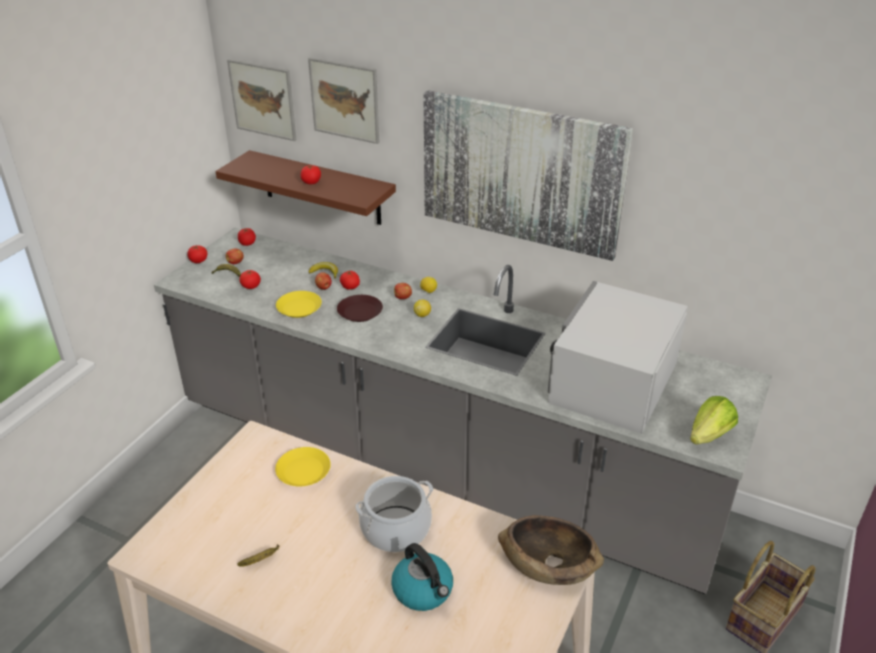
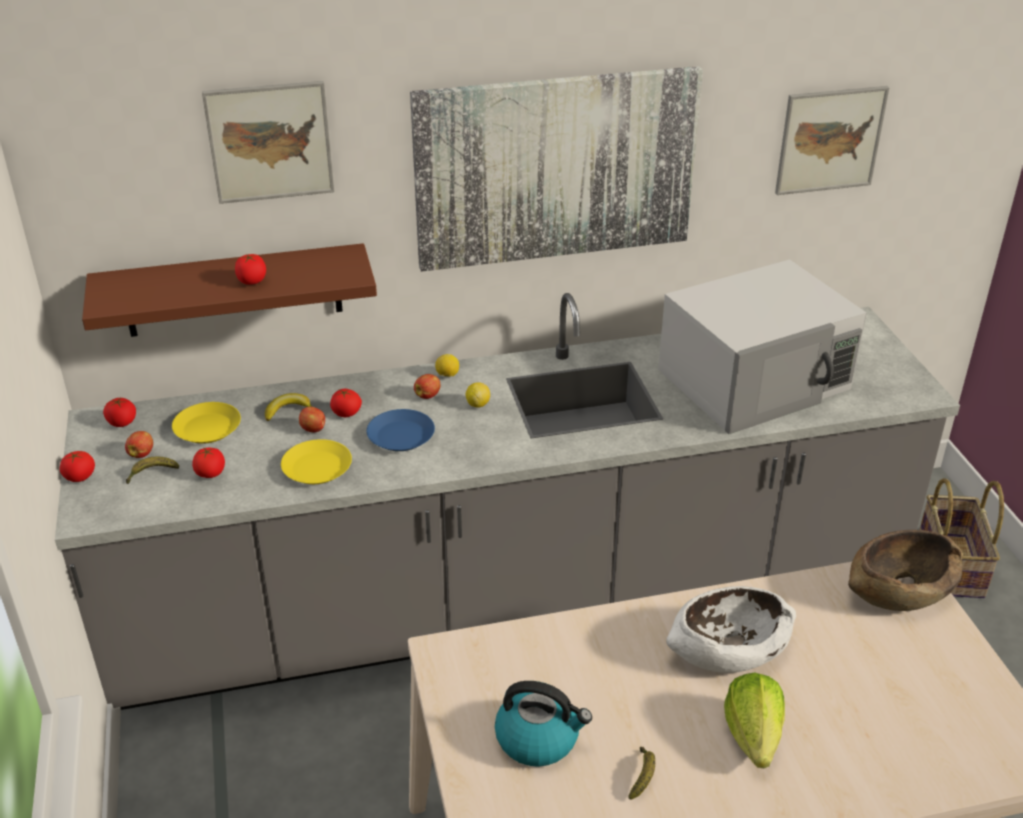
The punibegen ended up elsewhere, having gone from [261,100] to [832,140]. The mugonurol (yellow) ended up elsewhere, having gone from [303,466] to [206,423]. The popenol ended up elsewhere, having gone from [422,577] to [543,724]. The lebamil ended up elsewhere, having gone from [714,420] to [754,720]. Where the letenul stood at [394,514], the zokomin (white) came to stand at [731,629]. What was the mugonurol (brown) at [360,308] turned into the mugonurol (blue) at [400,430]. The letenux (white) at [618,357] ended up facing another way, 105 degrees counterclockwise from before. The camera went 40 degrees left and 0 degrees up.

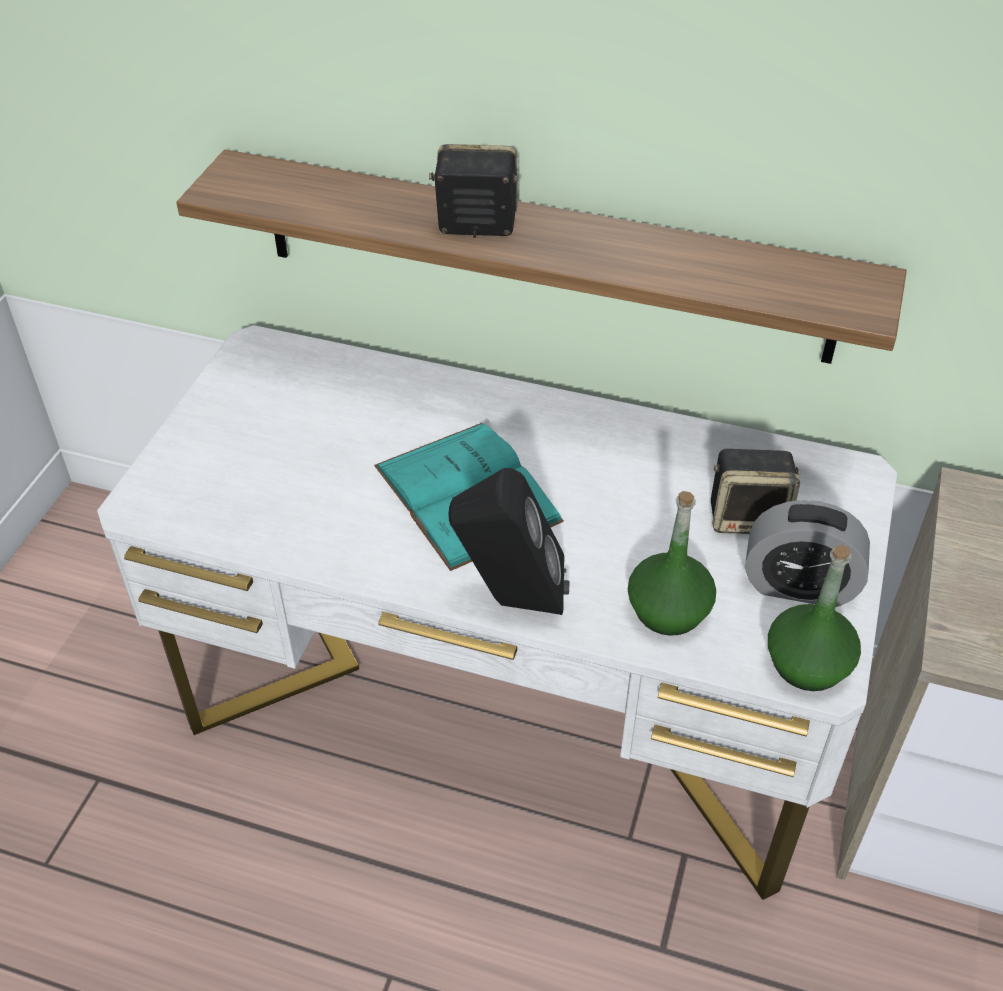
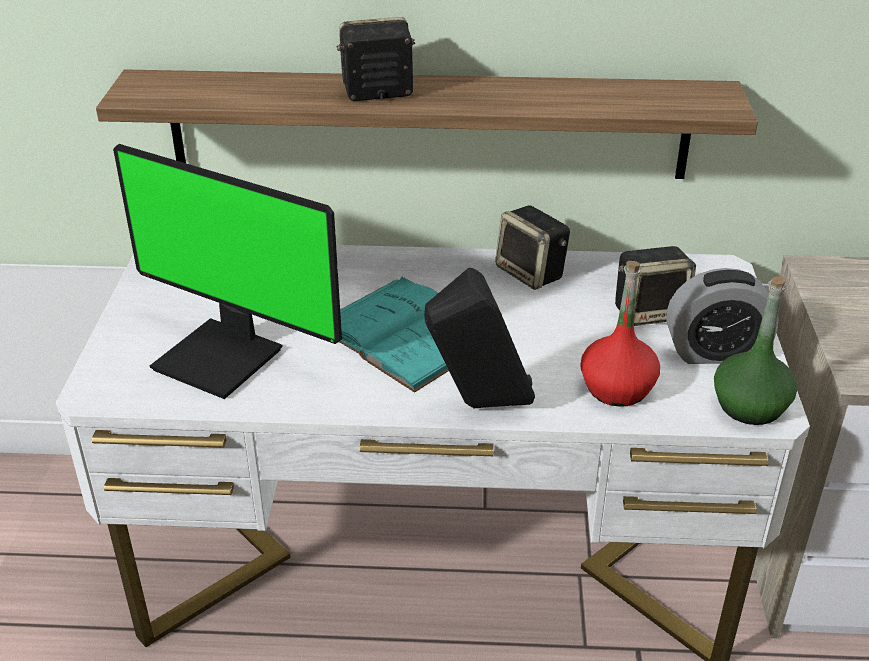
The second view gained the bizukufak at [227,271]. The second view gained the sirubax at [532,247]. What was the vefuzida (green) at [672,563] turned into the vefuzida (red) at [620,334]. The camera went 15 degrees left and 10 degrees down.

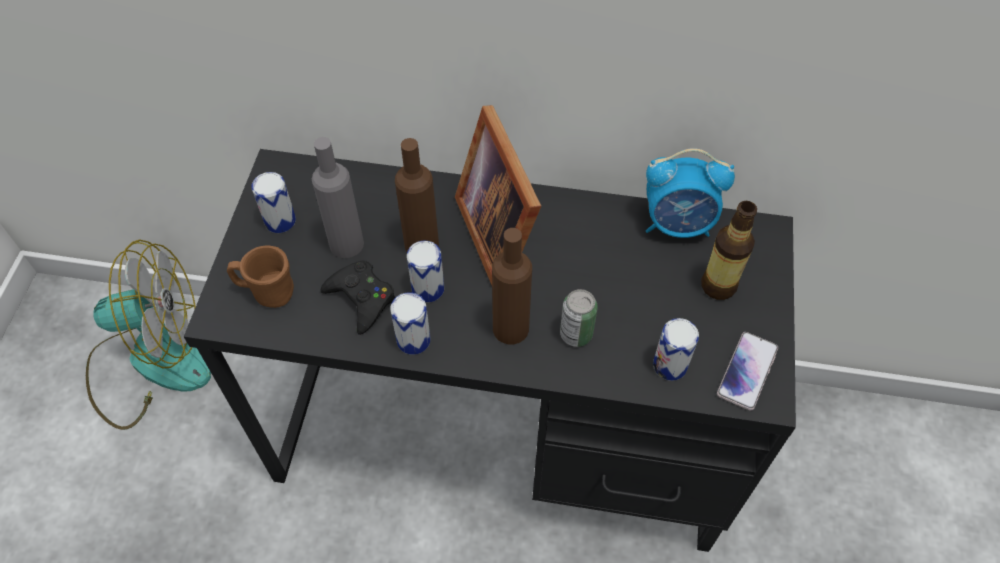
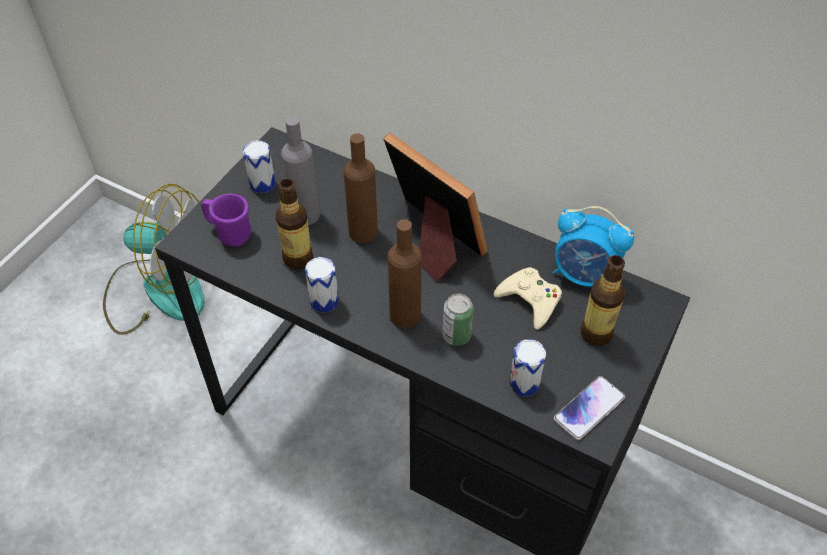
The second view lost the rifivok at [425,271]. The second view gained the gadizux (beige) at [528,298]. Where the gadizux (black) stood at [358,297], the vefuzida came to stand at [294,224]. What was the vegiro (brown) at [260,276] turned into the vegiro (purple) at [226,220]. The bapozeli at [498,195] ended up facing another way, 135 degrees clockwise from before. The camera went 20 degrees right and 5 degrees down.

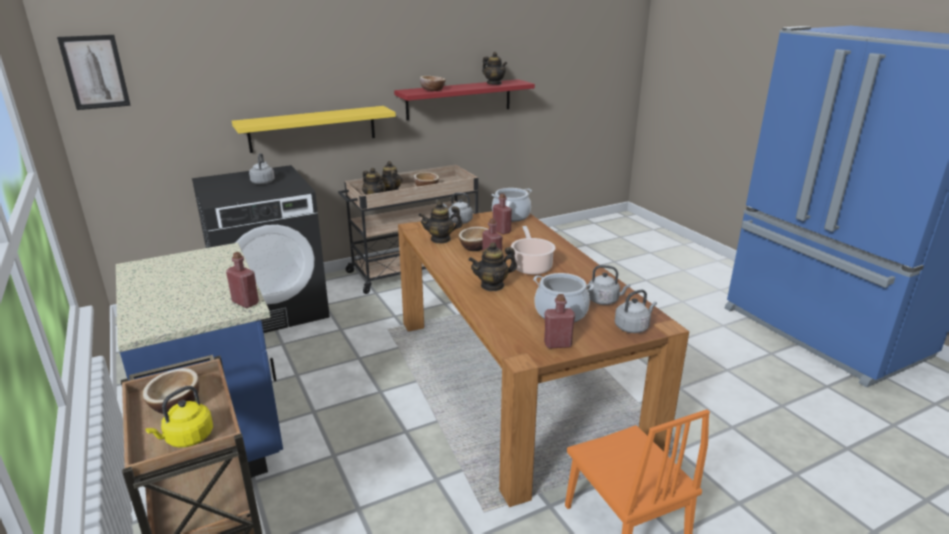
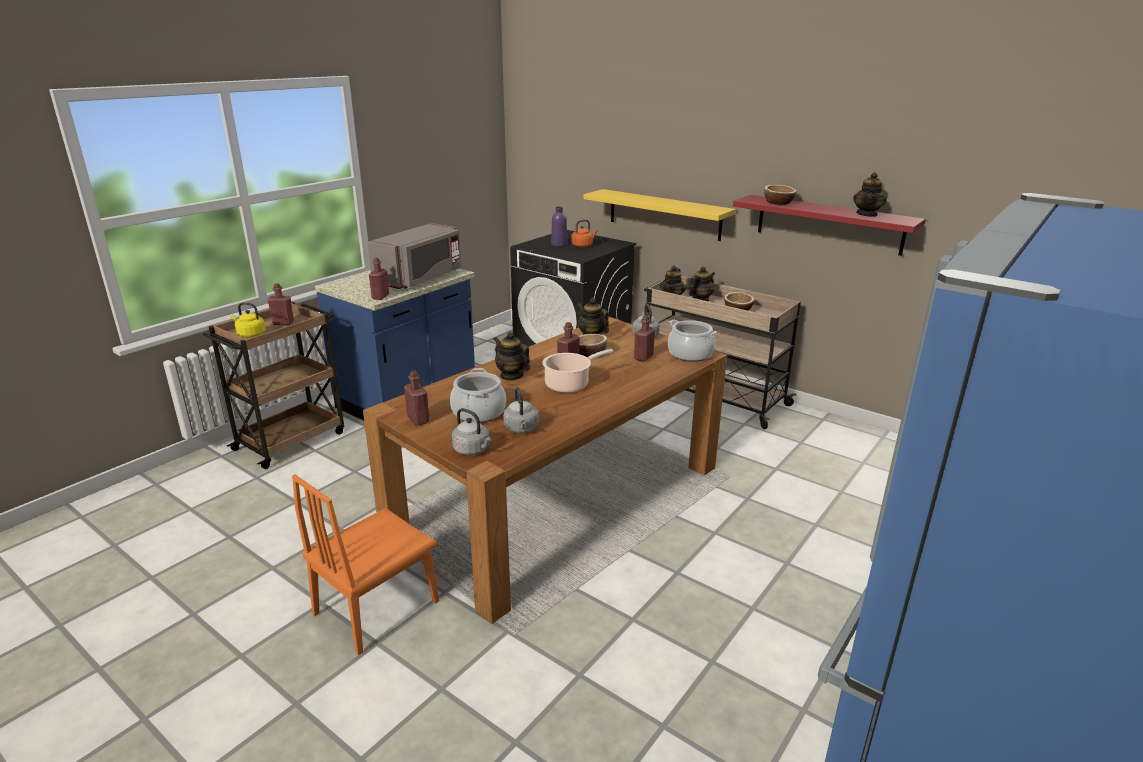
The second view lost the punibegen at [94,72]. The second view gained the letenux (grey) at [414,256]. The second view gained the vefuzida (purple) at [559,227]. Where the zokomin stood at [170,391], the vefuzida (red) came to stand at [280,304]. What was the popenol (grey) at [262,168] turned into the popenol (orange) at [584,233]. The camera went 65 degrees right and 0 degrees up.

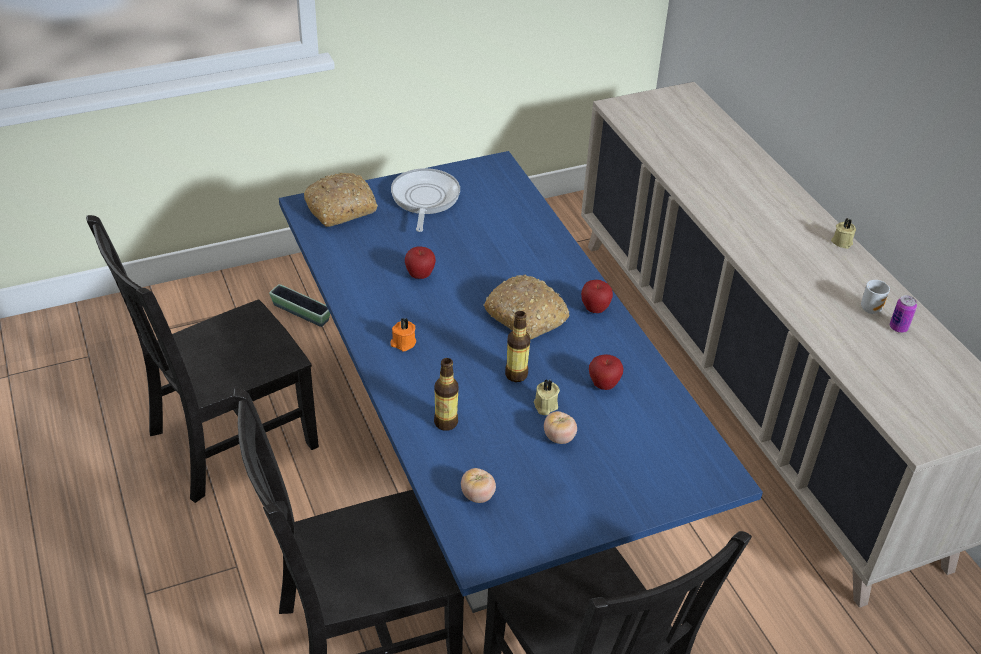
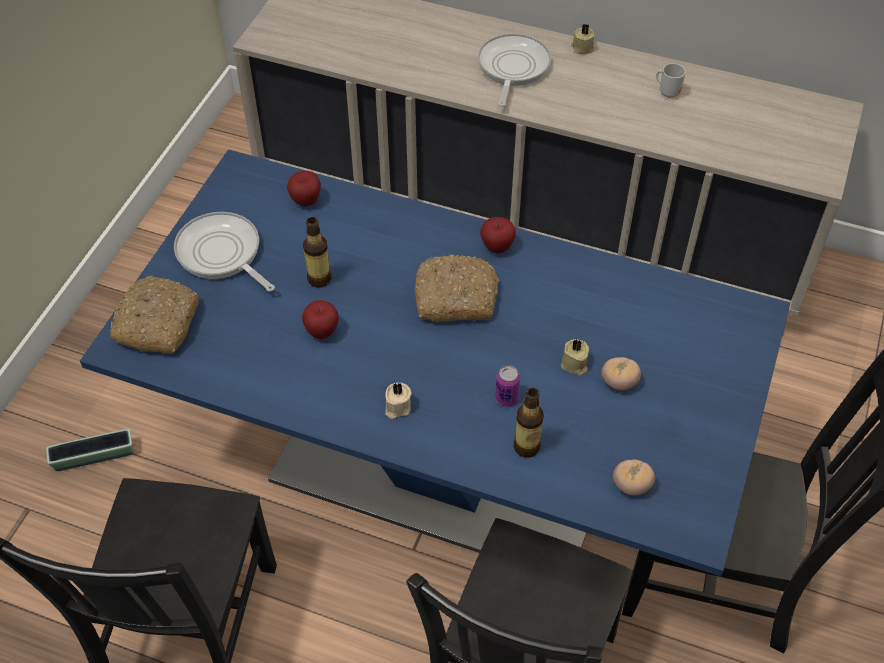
The second view gained the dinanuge at [514,70]. The vefuzida ended up elsewhere, having gone from [517,346] to [317,252]. The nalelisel ended up elsewhere, having gone from [606,372] to [304,188]. The rifivok ended up elsewhere, having gone from [903,314] to [507,386]. What was the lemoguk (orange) at [403,334] turned into the lemoguk (beige) at [398,401]. The camera went 45 degrees left and 10 degrees up.

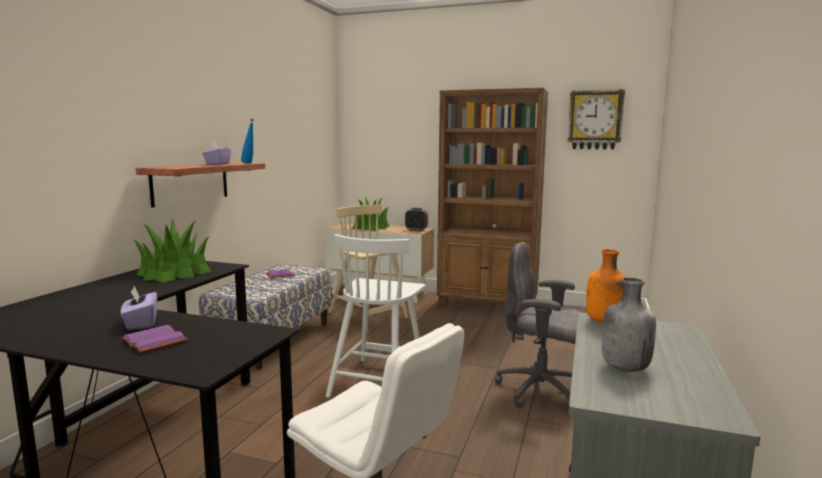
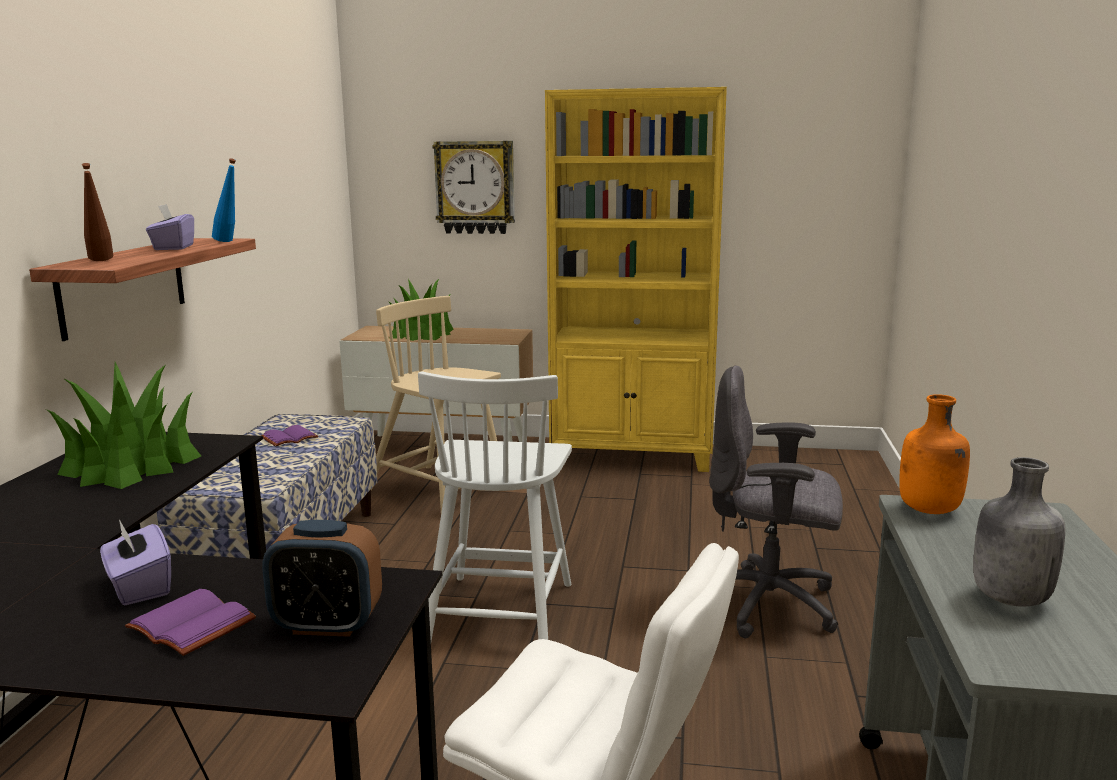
The second view gained the vefuzida (brown) at [97,212]. The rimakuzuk ended up elsewhere, having gone from [416,219] to [322,578]. The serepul ended up elsewhere, having gone from [596,119] to [473,187]. What was the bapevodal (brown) at [492,199] turned into the bapevodal (yellow) at [636,279]. The camera went 10 degrees left and 5 degrees up.

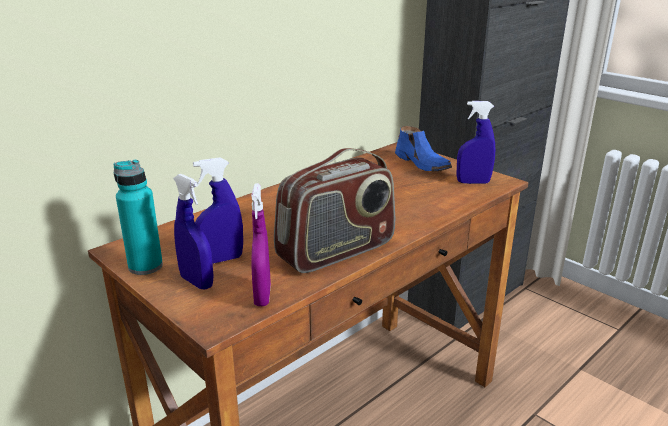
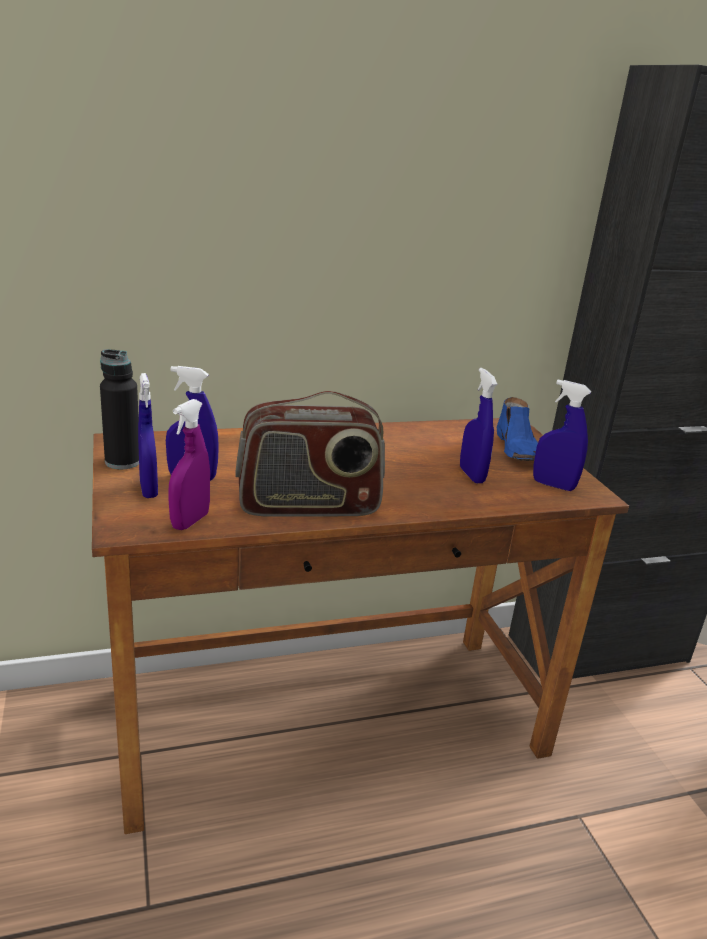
The second view gained the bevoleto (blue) at [478,425]. What was the vefuzida (turquoise) at [138,217] turned into the vefuzida (black) at [119,409]. The camera went 25 degrees right and 0 degrees up.

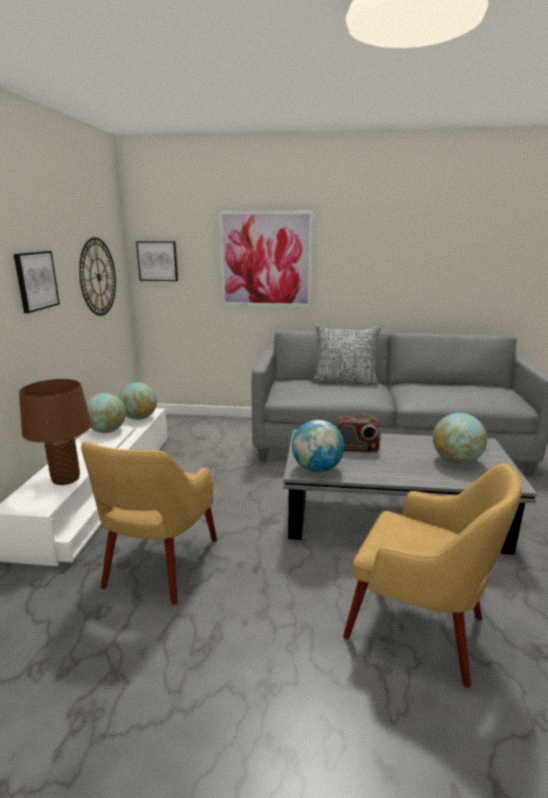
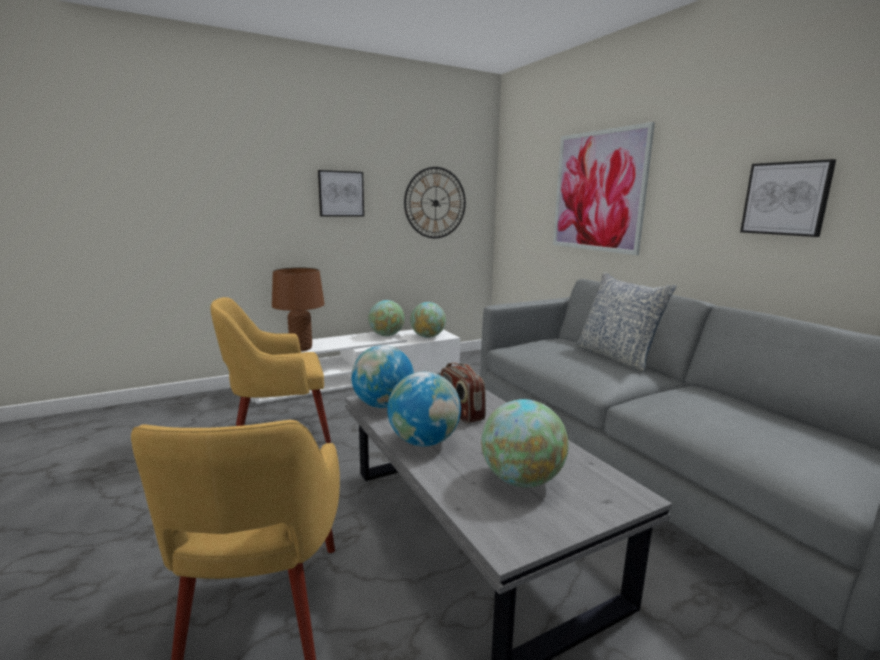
The second view gained the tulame at [424,409]. The punibegen ended up elsewhere, having gone from [157,261] to [788,198]. The camera went 55 degrees right and 5 degrees down.

